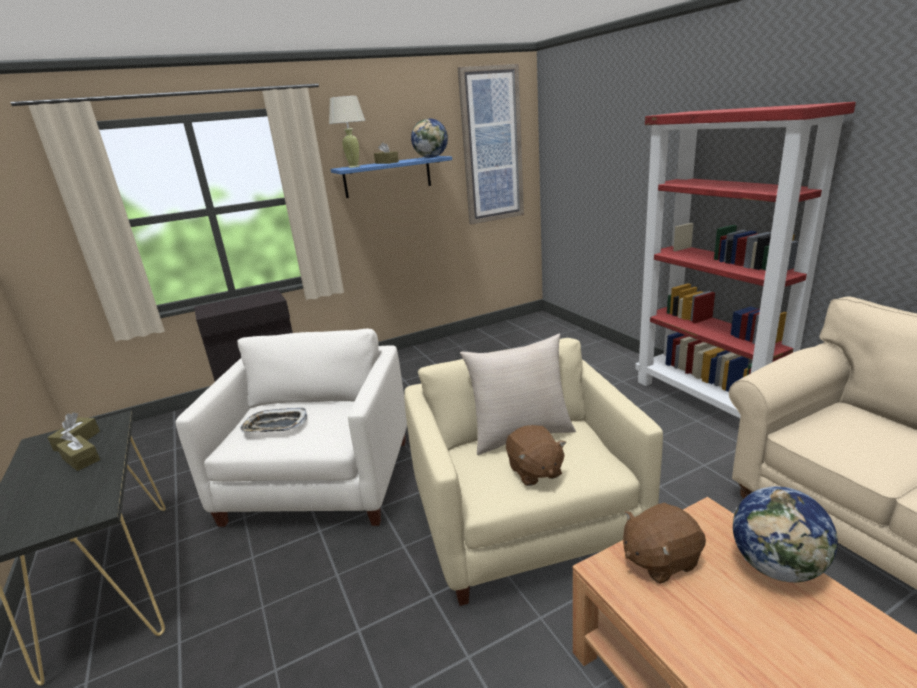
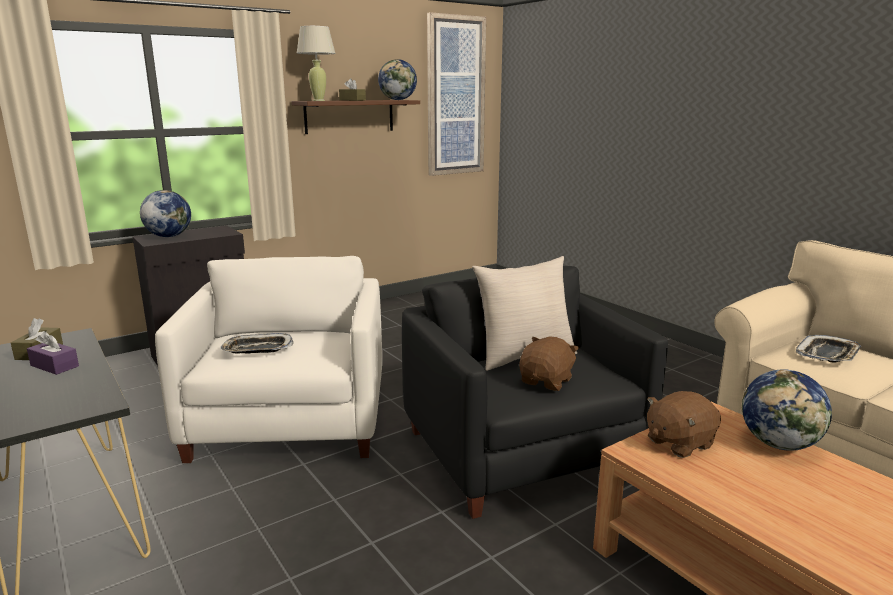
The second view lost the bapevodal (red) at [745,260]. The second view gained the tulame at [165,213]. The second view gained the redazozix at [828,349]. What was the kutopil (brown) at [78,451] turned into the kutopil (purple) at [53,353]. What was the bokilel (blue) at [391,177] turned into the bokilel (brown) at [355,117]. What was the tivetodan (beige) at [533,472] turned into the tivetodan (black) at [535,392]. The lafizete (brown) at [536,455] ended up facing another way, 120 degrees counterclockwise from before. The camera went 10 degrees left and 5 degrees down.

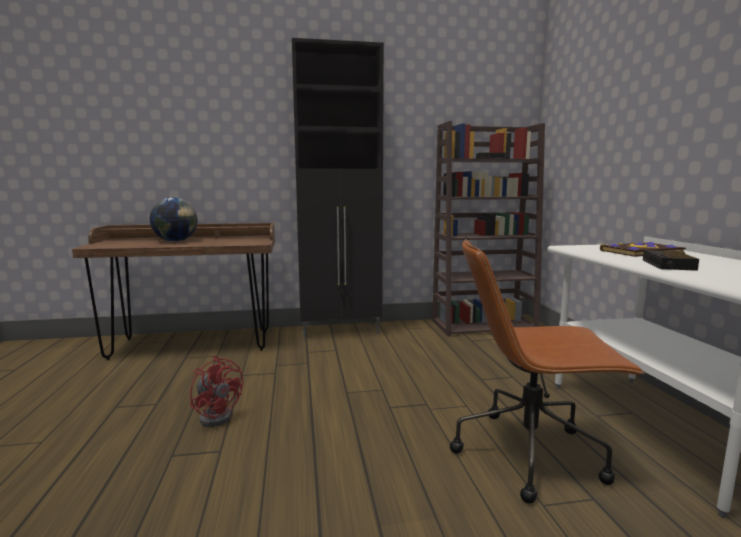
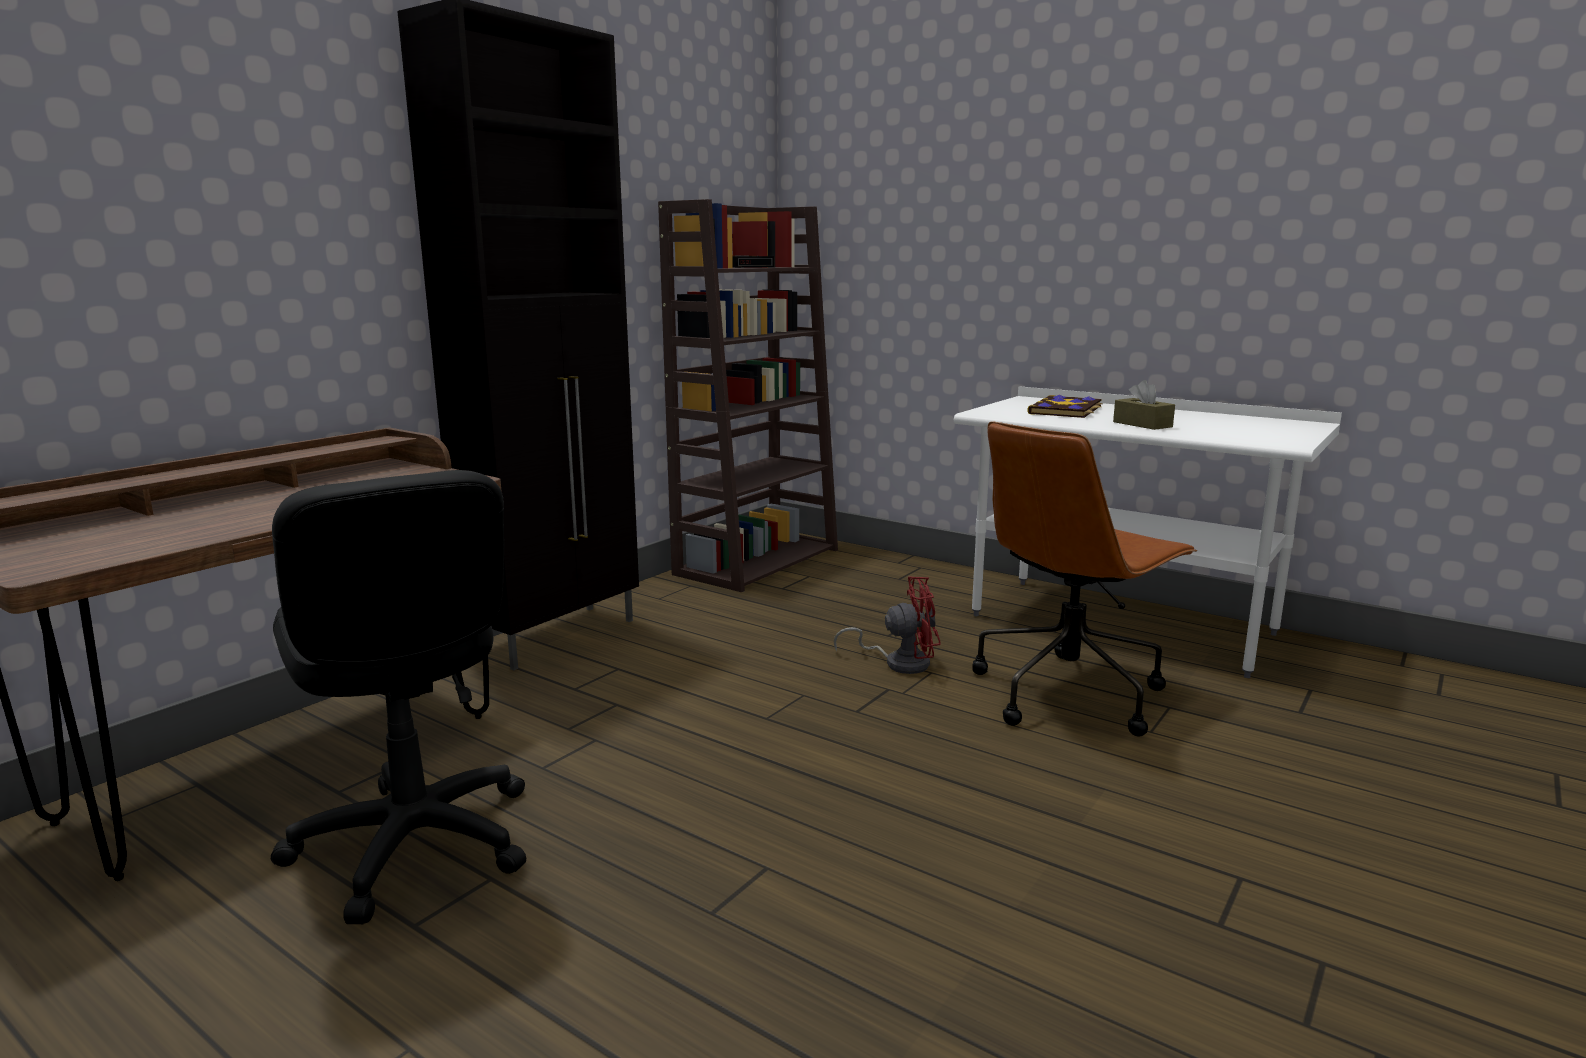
The second view lost the tulame at [173,219]. The second view gained the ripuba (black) at [398,697]. The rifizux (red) ended up elsewhere, having gone from [216,391] to [887,625]. Where the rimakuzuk stood at [671,260], the kutopil (brown) came to stand at [1144,405]. The camera went 45 degrees left and 5 degrees up.

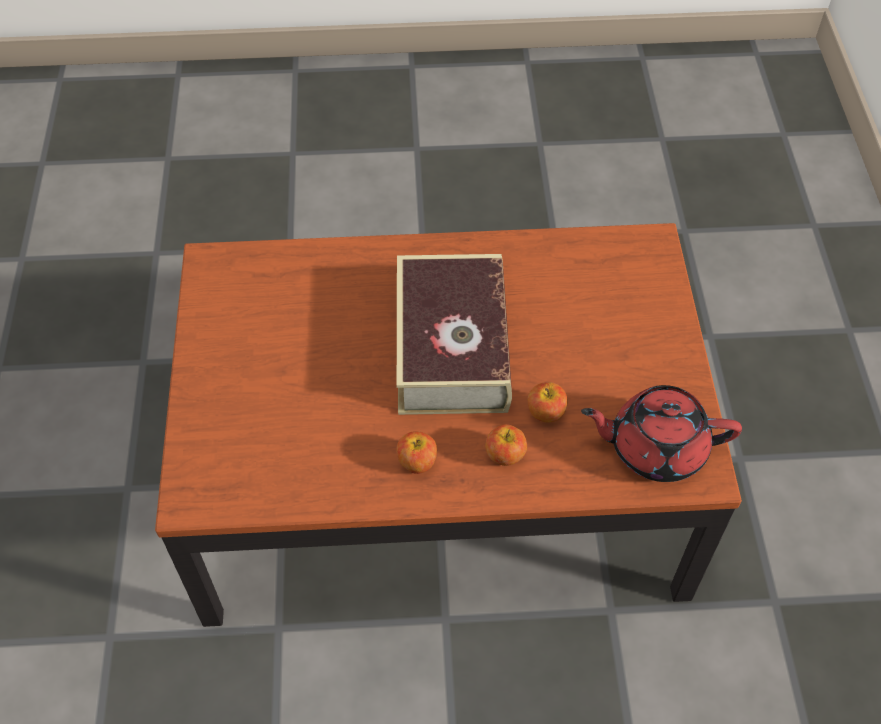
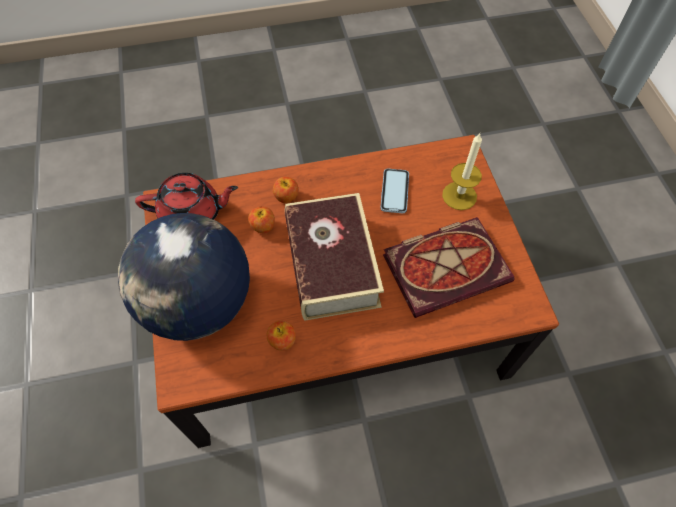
The second view gained the tulame at [184,277]. The second view gained the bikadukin at [394,191]. The second view gained the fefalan at [448,267]. The second view gained the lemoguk at [462,171]. The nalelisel ended up elsewhere, having gone from [416,452] to [281,336]. The camera went 170 degrees right and 5 degrees up.

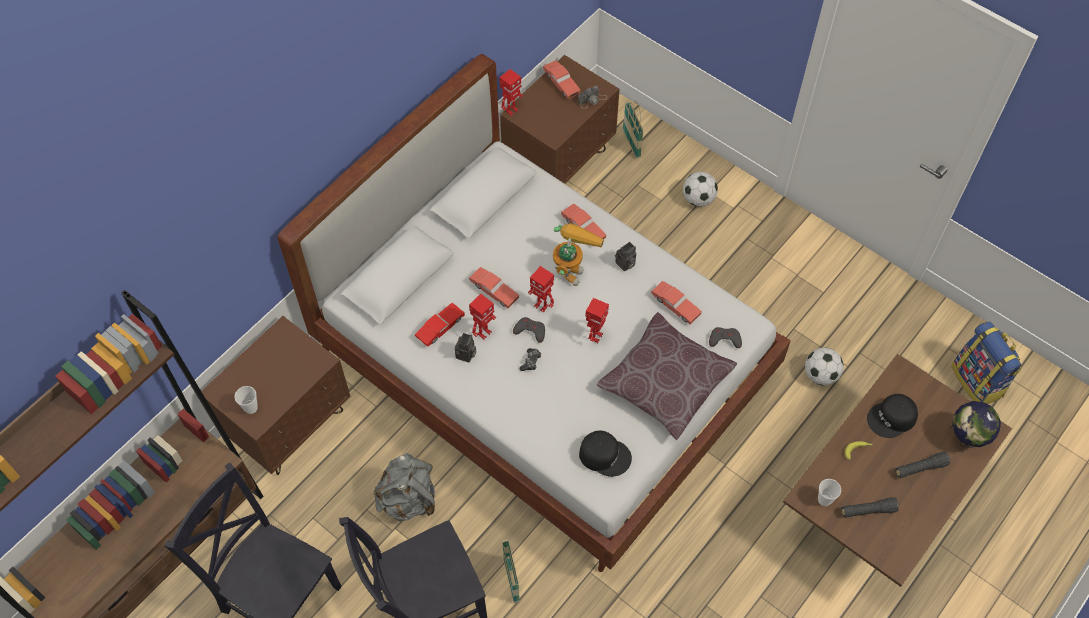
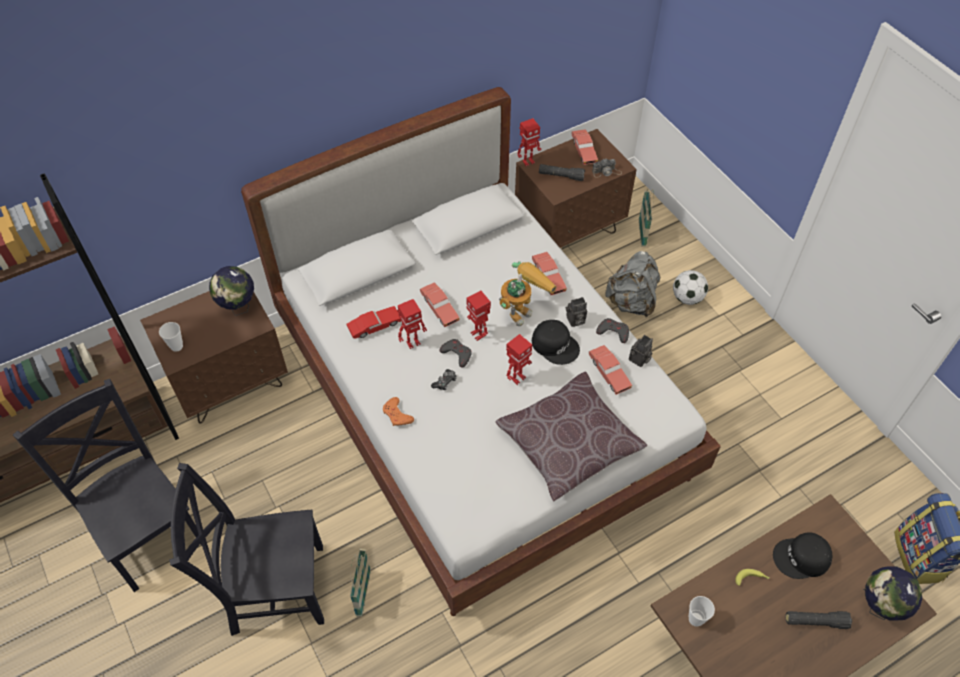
The second view lost the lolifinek at [824,367]. The second view gained the tulame at [231,291]. The second view gained the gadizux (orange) at [398,411]. The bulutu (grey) ended up elsewhere, having gone from [404,487] to [632,284]. The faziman ended up elsewhere, having gone from [465,347] to [641,351]. The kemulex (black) ended up elsewhere, having gone from [605,454] to [556,342]. The gadizux (grey) ended up elsewhere, having gone from [725,337] to [612,330]. The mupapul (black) ended up elsewhere, having gone from [870,507] to [562,172]. The camera went 20 degrees right and 5 degrees down.

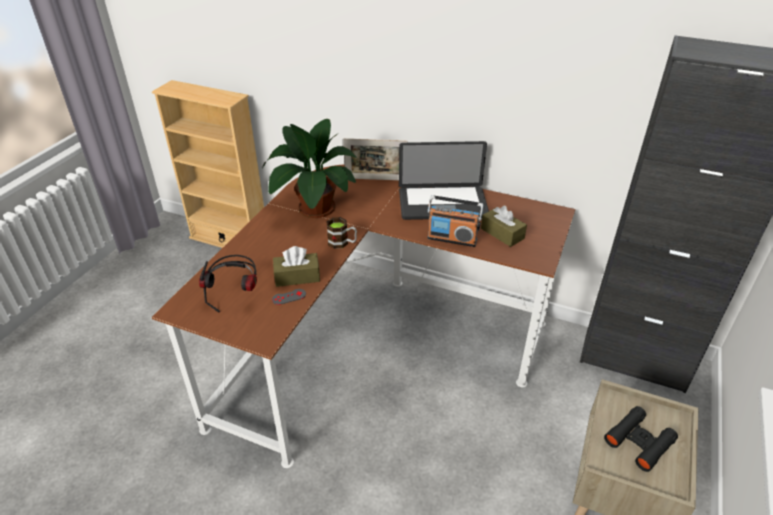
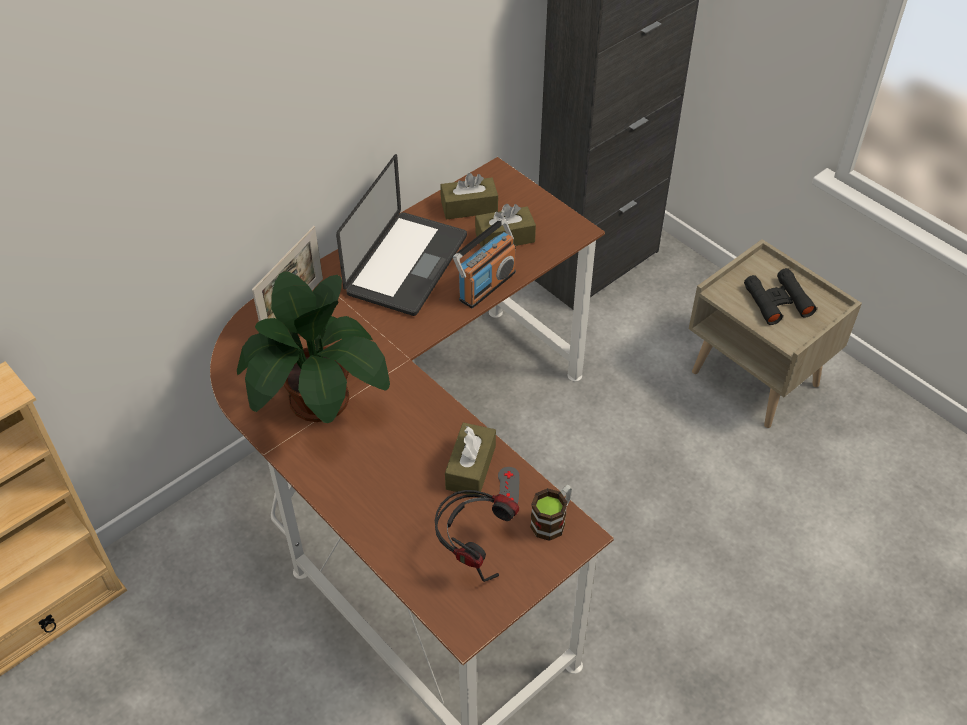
The second view gained the kutopil (brown) at [469,196]. The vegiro ended up elsewhere, having gone from [341,233] to [551,513]. The camera went 65 degrees left and 10 degrees up.

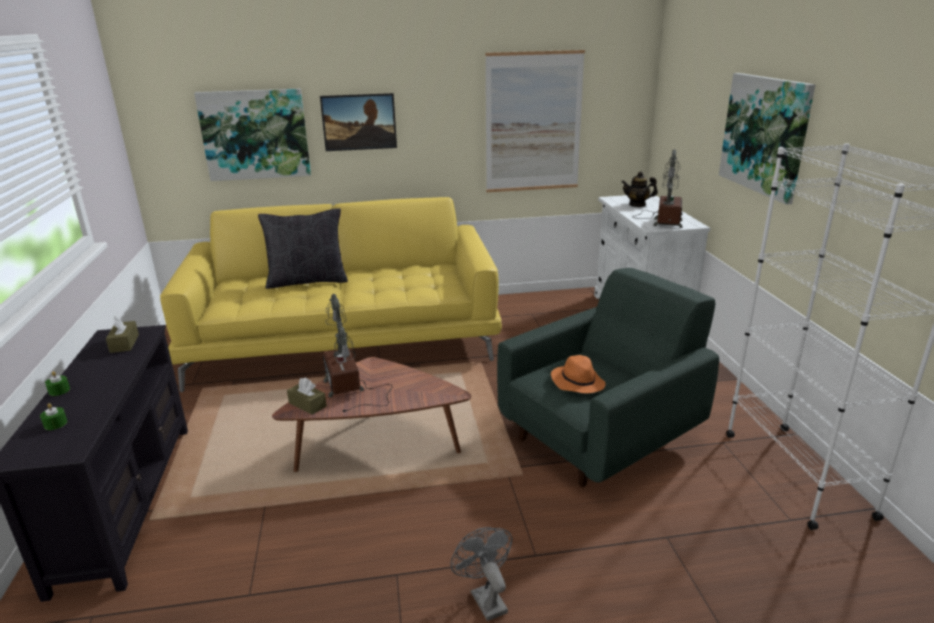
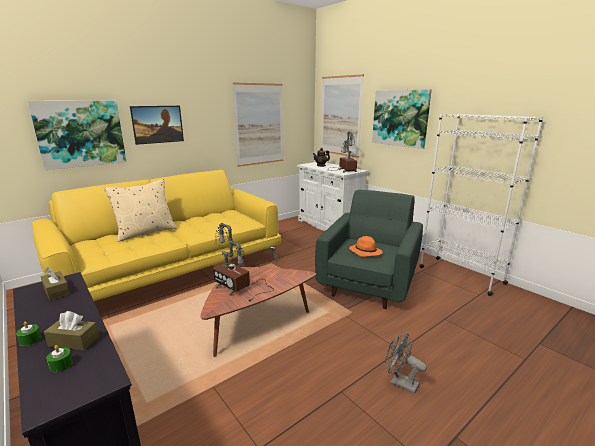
The second view gained the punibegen at [342,116]. The kutopil (brown) ended up elsewhere, having gone from [307,396] to [71,330]. What was the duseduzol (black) at [303,248] turned into the duseduzol (beige) at [140,210]. The camera went 30 degrees left and 5 degrees down.

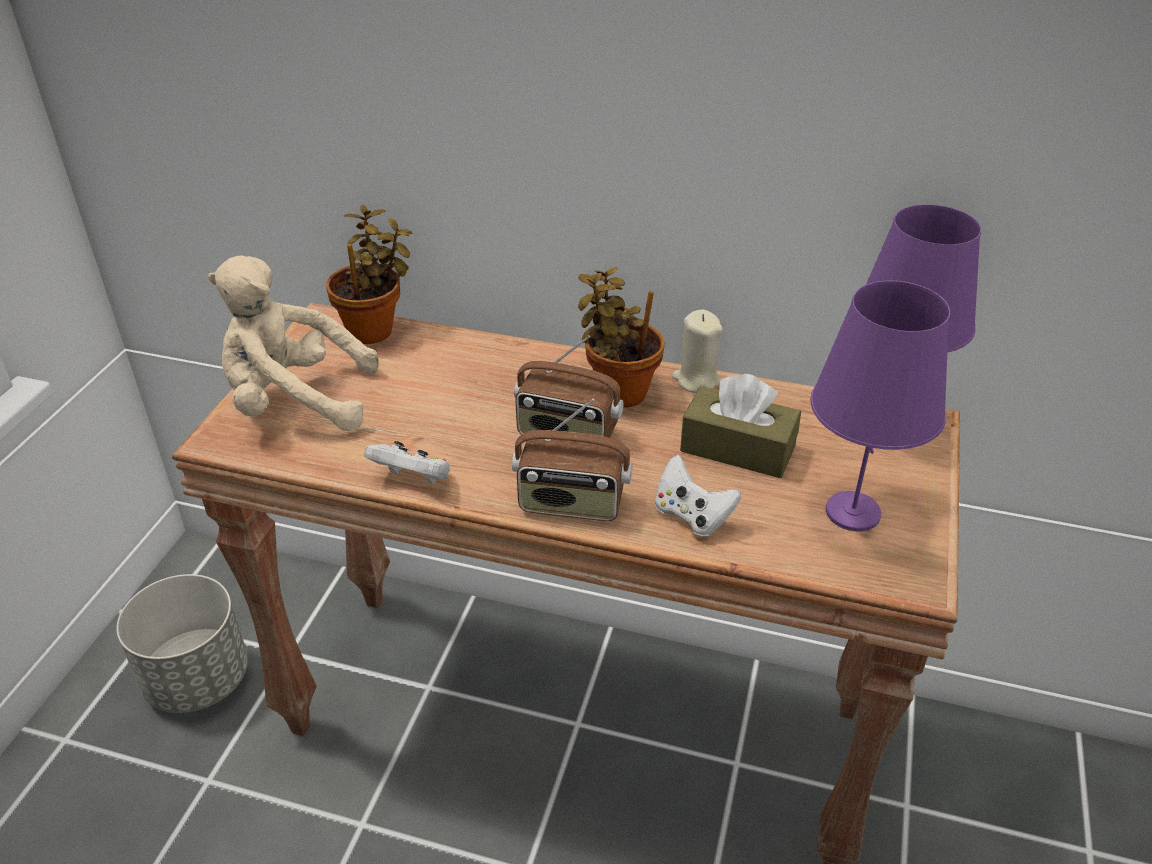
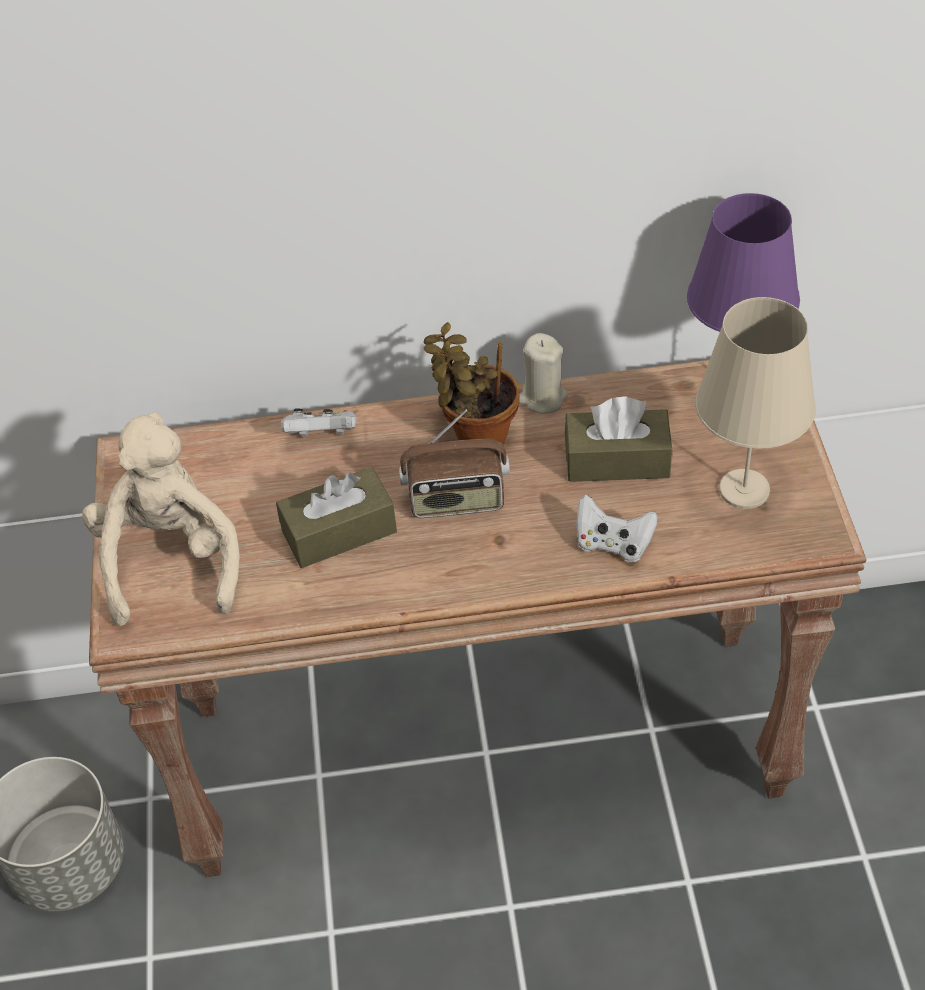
The second view lost the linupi at [369,274]. The second view lost the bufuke at [572,460]. The second view gained the kutopil (brown) at [336,517]. The gadizux (white) ended up elsewhere, having gone from [407,462] to [319,423]. What was the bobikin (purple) at [880,406] turned into the bobikin (beige) at [755,403]. The lafizete (beige) at [293,343] ended up facing another way, 105 degrees clockwise from before. The camera went 20 degrees left and 10 degrees up.

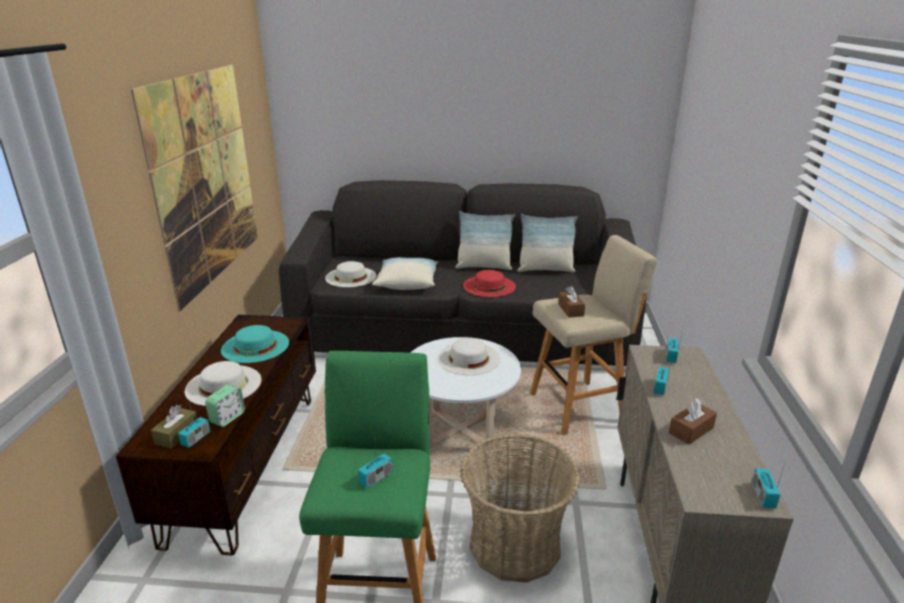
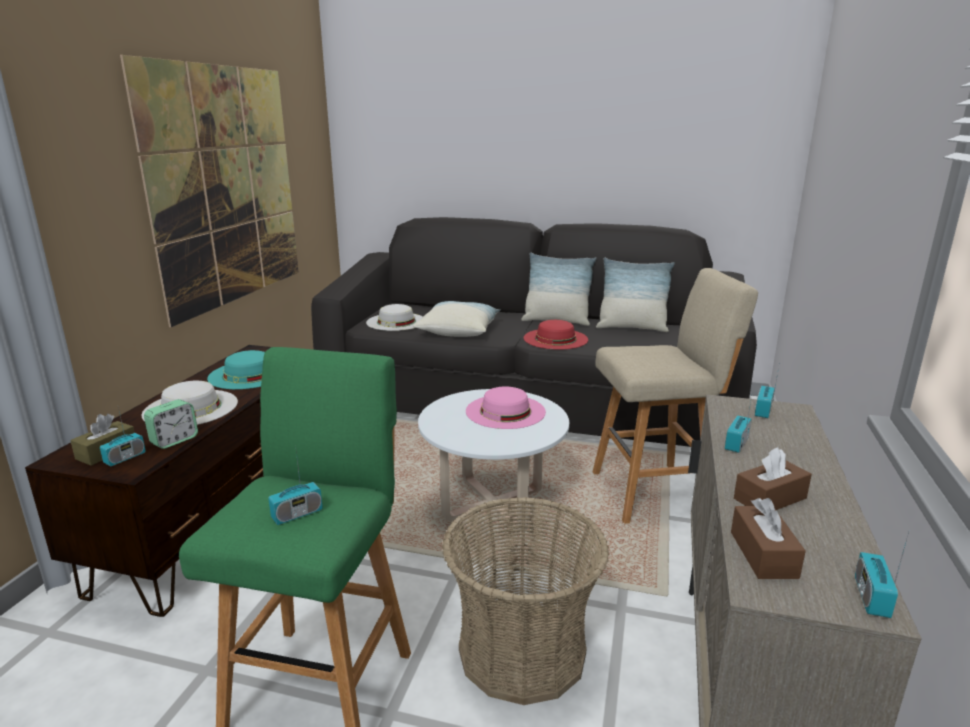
The kutopil (brown) ended up elsewhere, having gone from [571,302] to [768,538]. What was the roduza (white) at [468,356] turned into the roduza (pink) at [506,407]. The camera went 10 degrees right and 5 degrees down.

